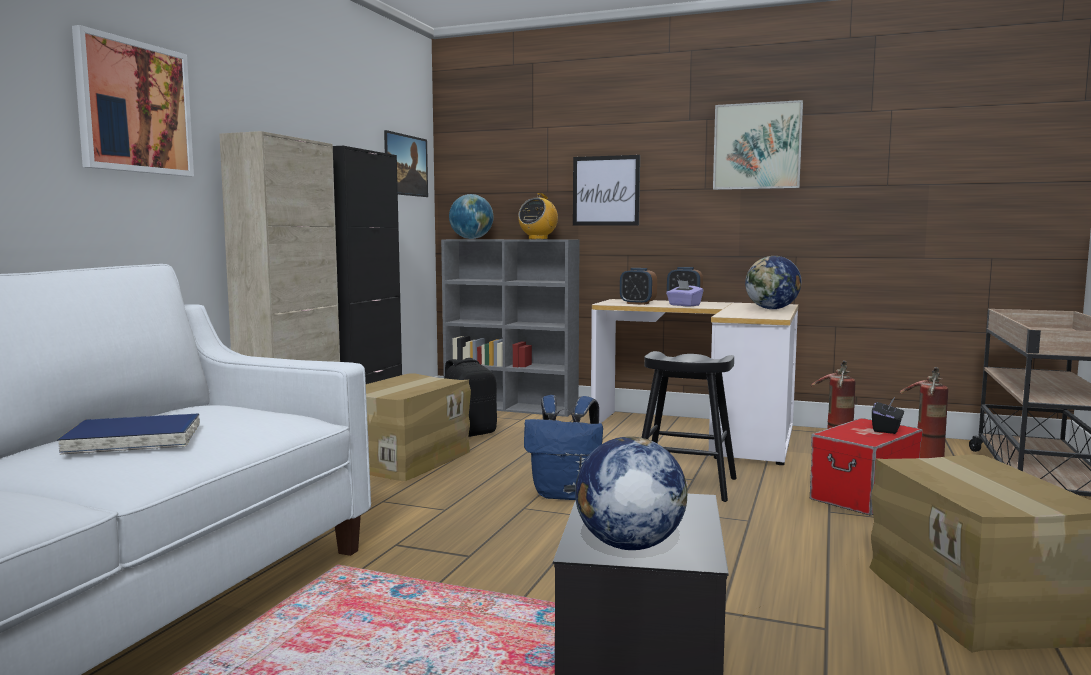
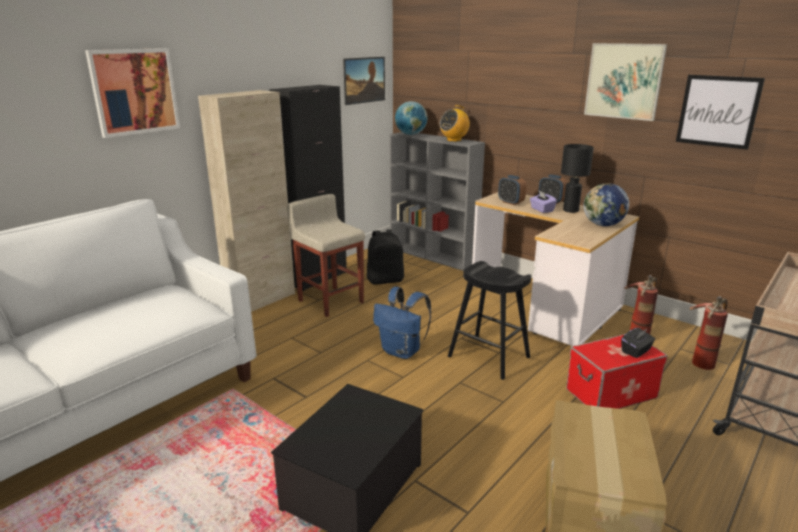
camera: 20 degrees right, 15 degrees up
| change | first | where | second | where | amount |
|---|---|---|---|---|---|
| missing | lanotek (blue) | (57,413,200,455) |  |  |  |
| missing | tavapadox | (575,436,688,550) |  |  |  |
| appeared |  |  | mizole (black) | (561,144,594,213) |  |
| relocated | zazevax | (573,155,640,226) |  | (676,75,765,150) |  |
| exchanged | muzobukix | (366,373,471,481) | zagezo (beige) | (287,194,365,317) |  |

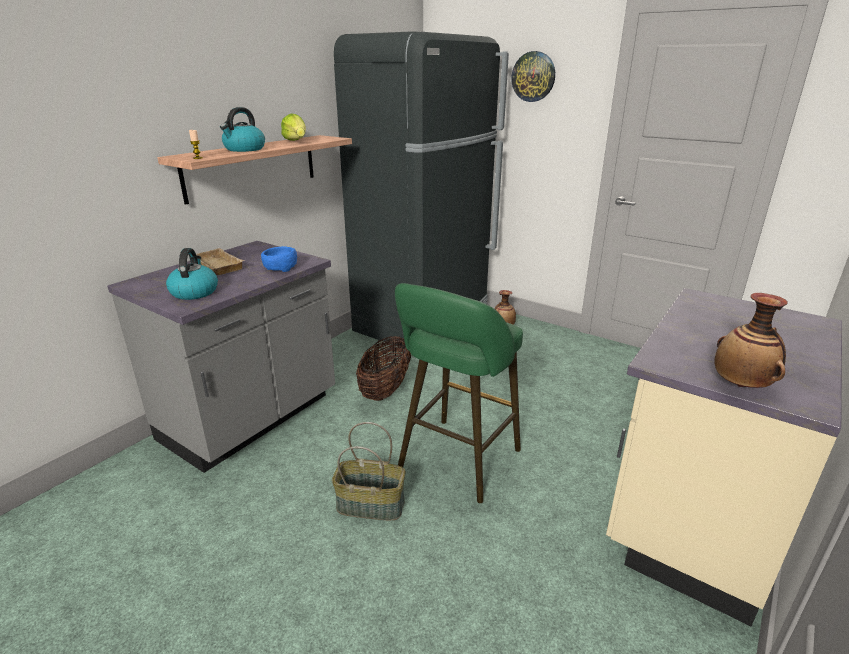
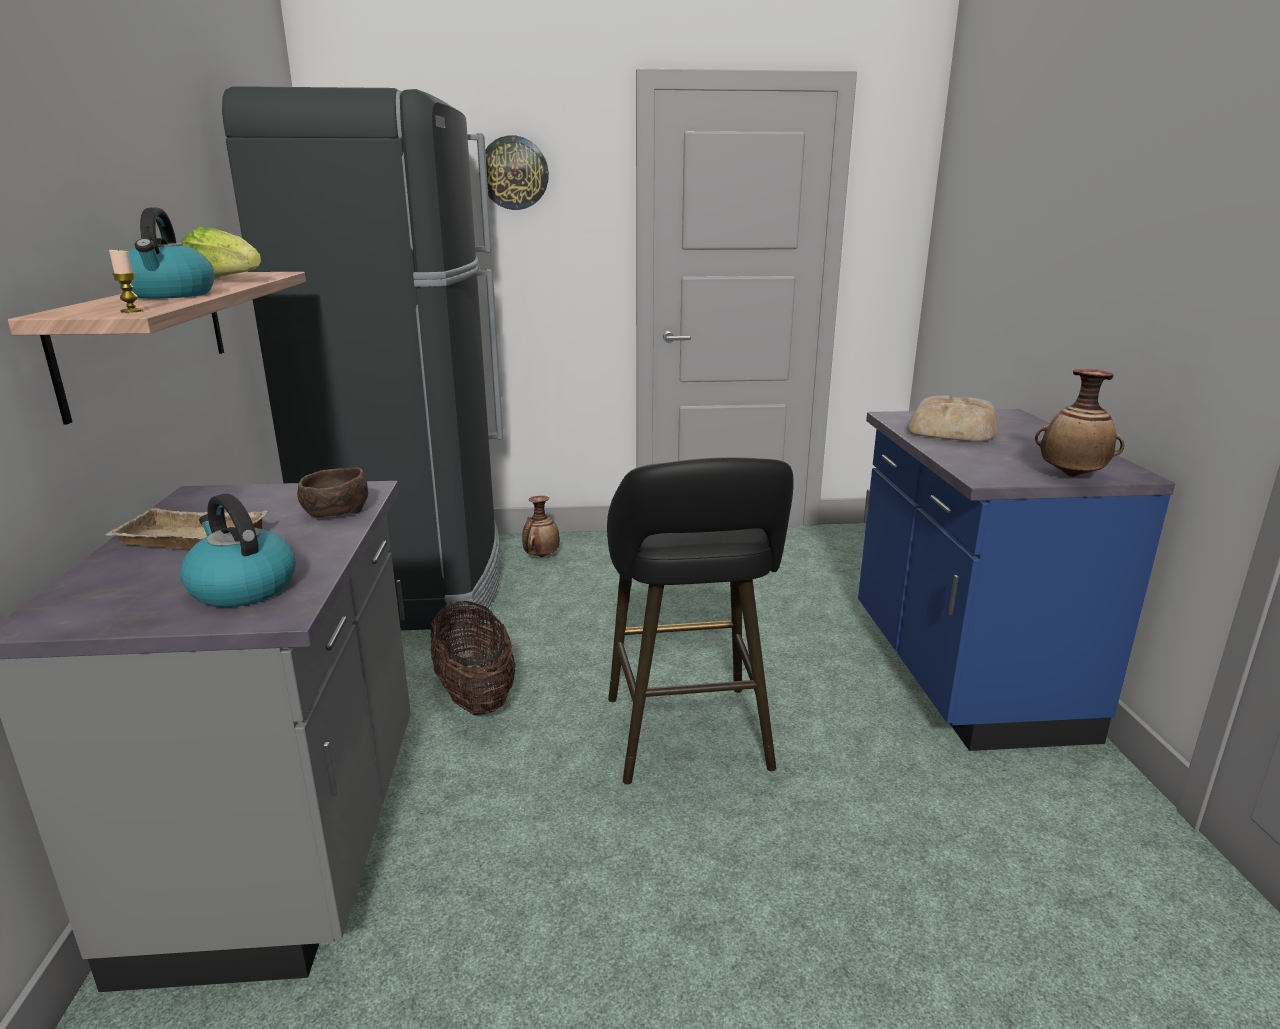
camera: 40 degrees left, 5 degrees down
| change | first | where | second | where | amount |
|---|---|---|---|---|---|
| missing | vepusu | (332,422,405,520) |  |  |  |
| appeared |  |  | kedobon | (907,396,998,442) |  |
| colour | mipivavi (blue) | (261,246,297,272) | mipivavi (brown) | (297,467,368,519) |  |
| colour | zagezo (green) | (395,283,523,503) | zagezo (black) | (607,457,794,784) |  |
| colour | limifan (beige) | (606,288,842,626) | limifan (blue) | (858,409,1175,751) |  |

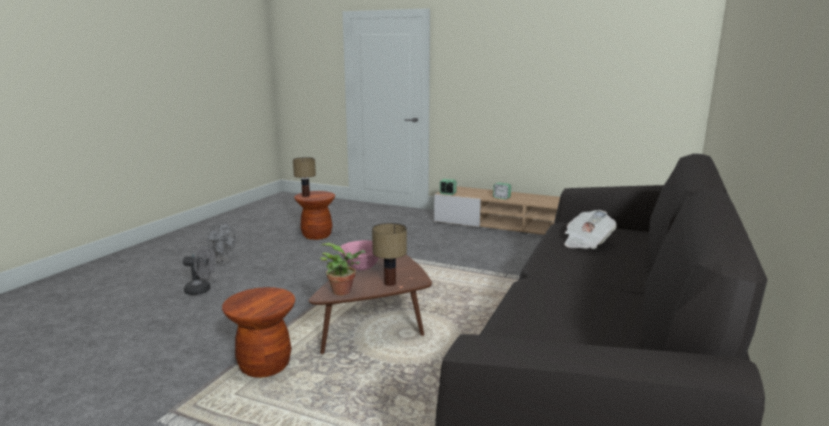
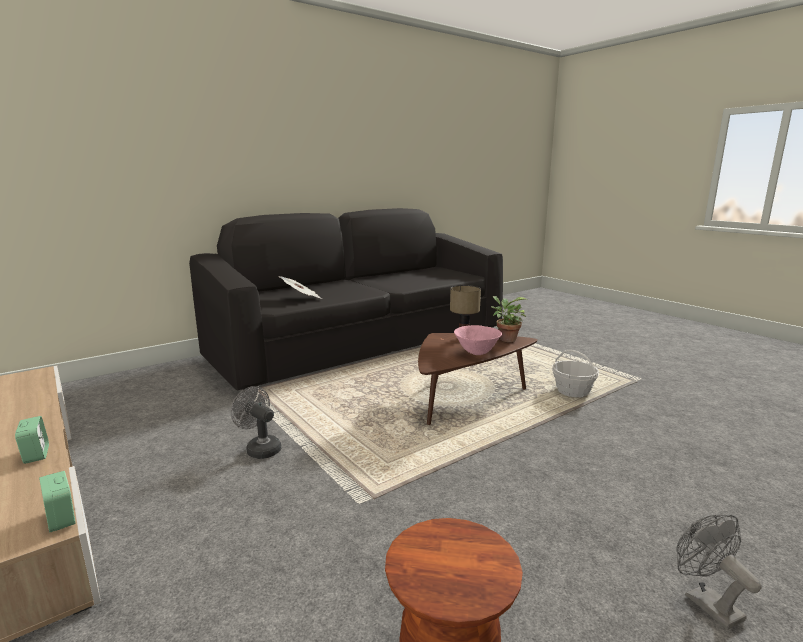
camera: 150 degrees left, 0 degrees up
| change | first | where | second | where | amount |
|---|---|---|---|---|---|
| missing | mizole | (293,157,316,197) |  |  |  |
| relocated | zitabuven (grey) | (183,246,216,295) |  | (231,386,281,459) |  |
| exchanged | zagezo (brown) | (222,287,295,378) | vepusu | (552,350,599,397) |  |

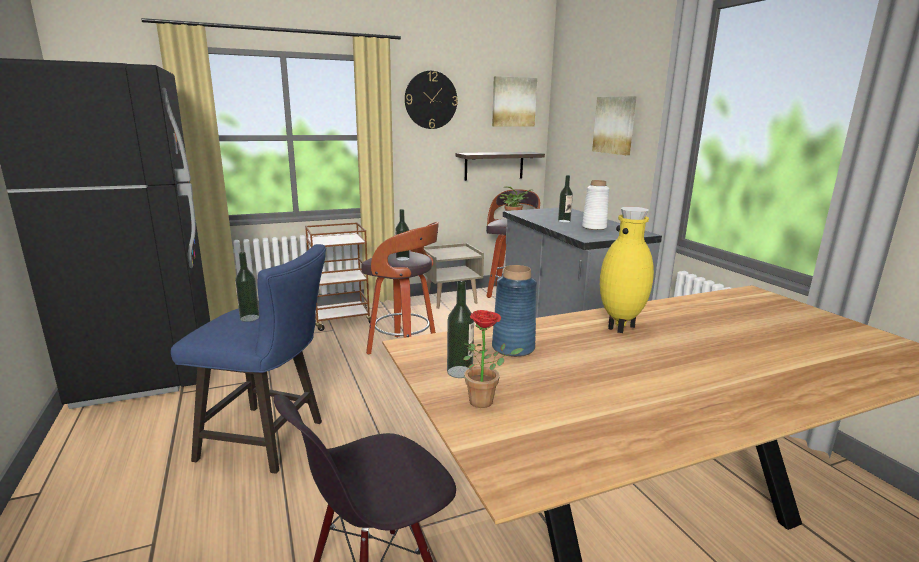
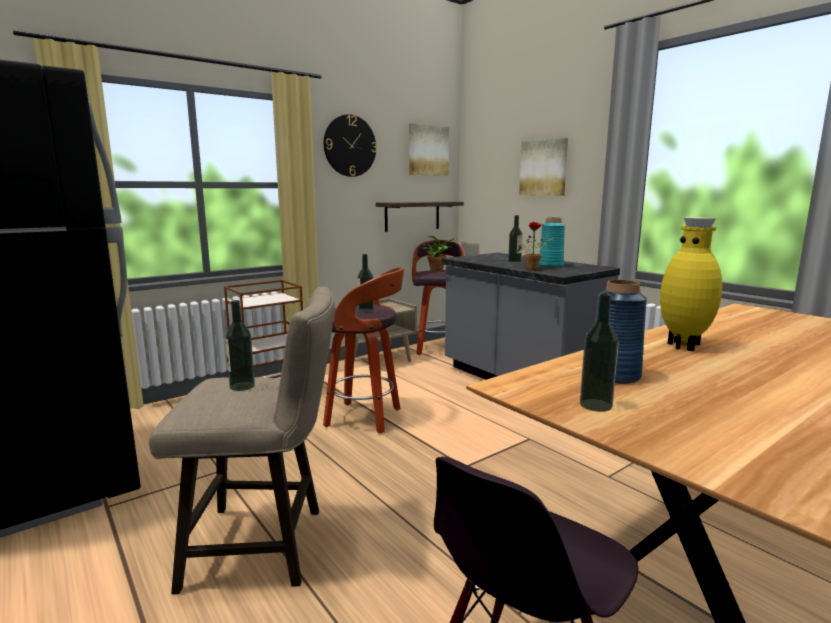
camera: 15 degrees left, 5 degrees down
| change | first | where | second | where | amount |
|---|---|---|---|---|---|
| relocated | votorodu | (463,310,524,408) |  | (520,222,553,270) |  |
| colour | zagezo (blue) | (171,244,326,474) | zagezo (beige) | (149,287,334,595) |  |
| colour | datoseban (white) | (582,180,609,230) | datoseban (turquoise) | (539,217,565,267) |  |

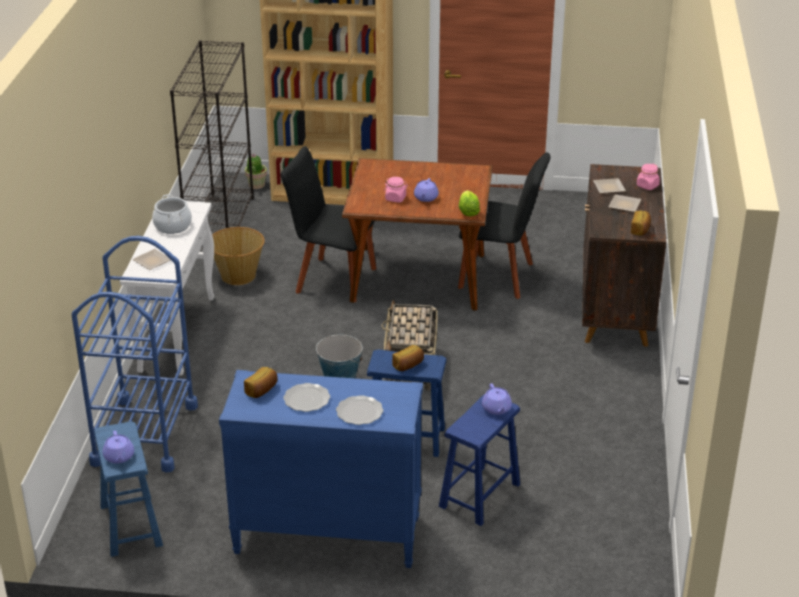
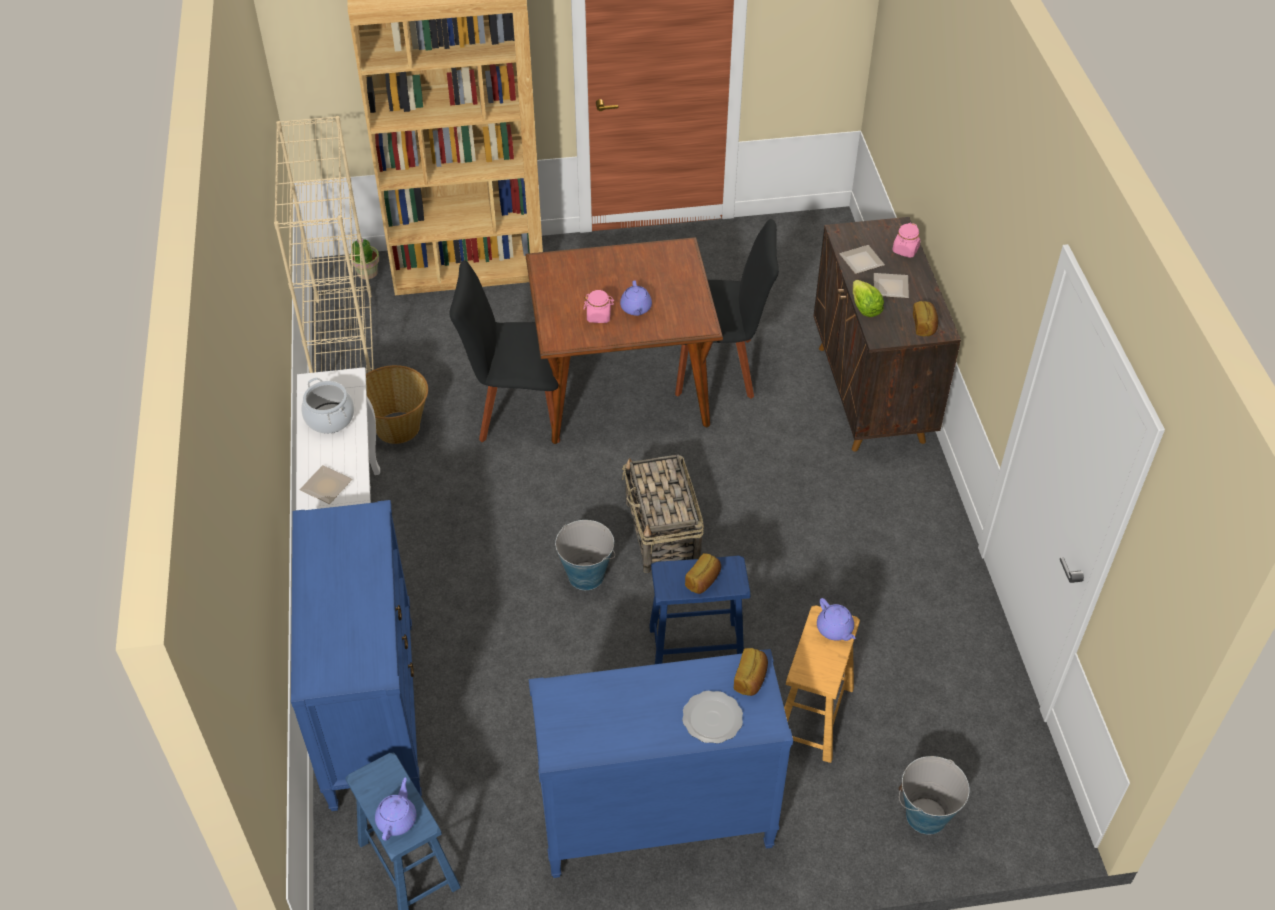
camera: 15 degrees left, 15 degrees up
| change | first | where | second | where | amount |
|---|---|---|---|---|---|
| missing | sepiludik | (283,383,330,412) |  |  |  |
| appeared |  |  | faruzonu | (899,756,970,835) |  |
| relocated | kedobon | (244,367,278,398) |  | (734,648,768,696) |  |
| relocated | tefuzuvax | (459,190,480,216) |  | (853,280,884,317) |  |
| exchanged | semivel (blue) | (72,236,198,473) | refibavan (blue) | (291,500,422,811) |  |
| colour | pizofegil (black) | (170,40,254,249) | pizofegil (beige) | (274,116,374,375) |  |
| colour | zagezo (blue) | (439,394,520,526) | zagezo (brown) | (784,605,860,763) |  |
| spun | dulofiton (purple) | (103,430,134,464) |  | (375,777,416,841) | 135 degrees counterclockwise |

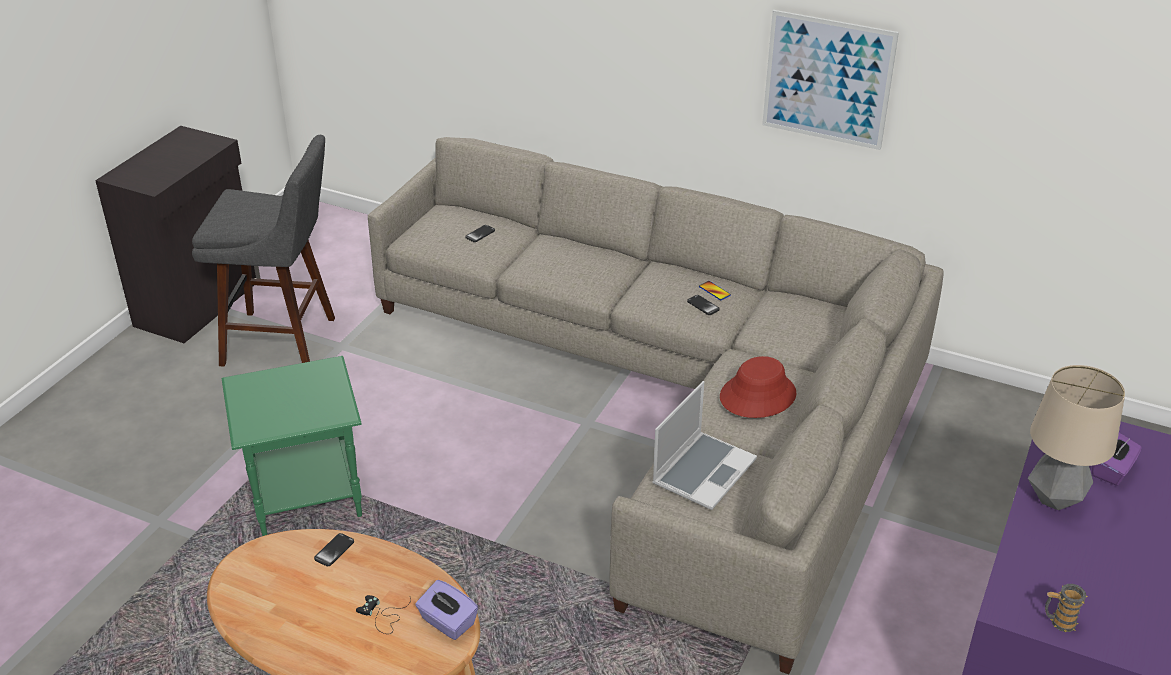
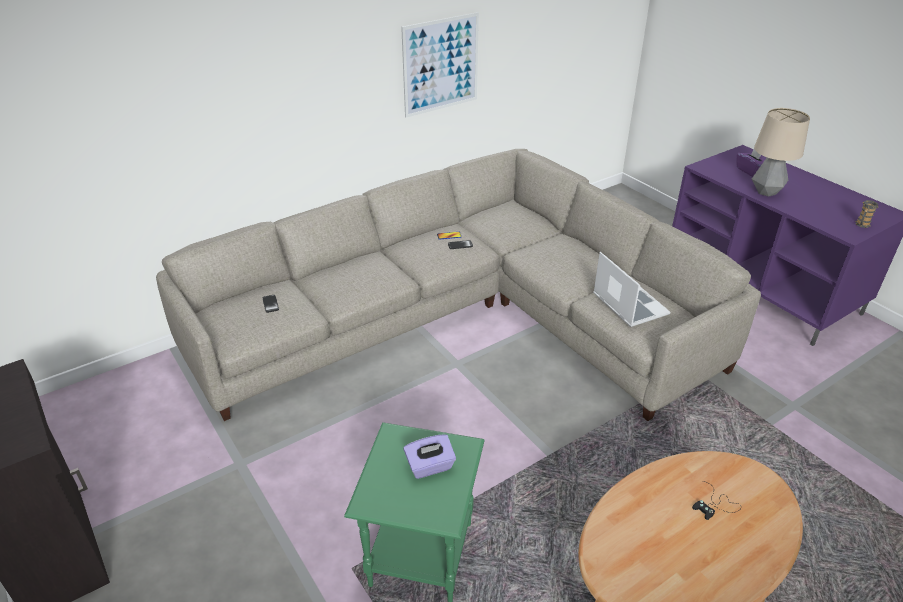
camera: 60 degrees left, 0 degrees up
| change | first | where | second | where | amount |
|---|---|---|---|---|---|
| missing | zagezo (grey) | (192,135,335,367) |  |  |  |
| missing | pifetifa | (314,533,354,566) |  |  |  |
| missing | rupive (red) | (720,356,797,418) |  |  |  |
| relocated | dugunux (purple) | (415,580,478,640) |  | (403,435,456,479) |  |

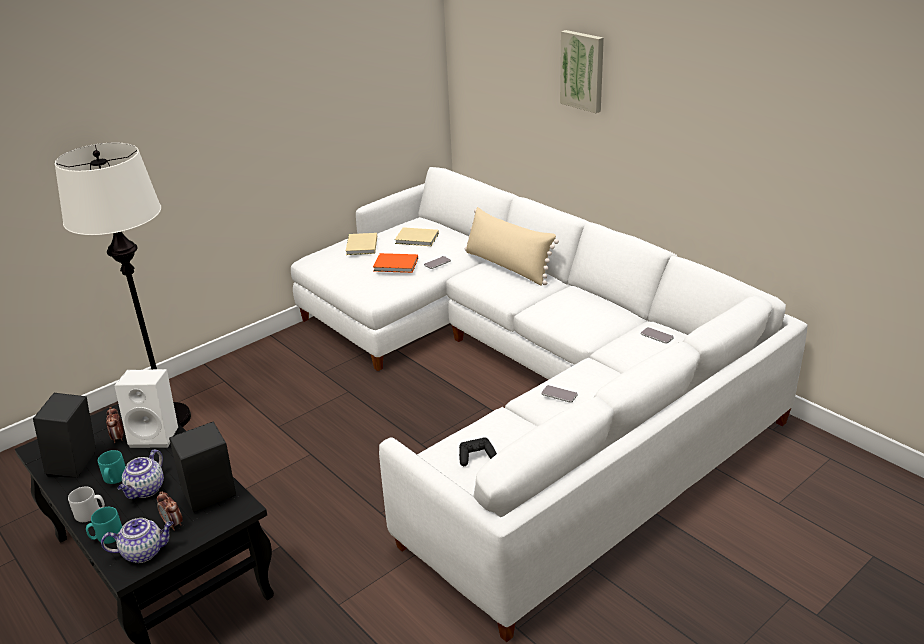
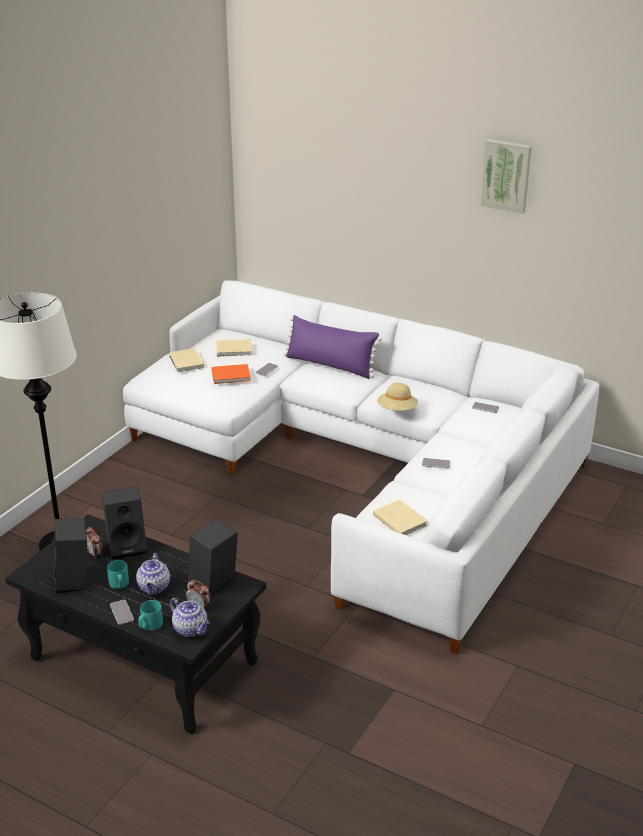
camera: 20 degrees left, 0 degrees up
| change | first | where | second | where | amount |
|---|---|---|---|---|---|
| appeared |  |  | rupive (beige) | (377,383,418,411) |  |
| relocated | zazevax | (560,30,604,113) |  | (481,139,532,214) |  |
| exchanged | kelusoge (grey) | (68,486,105,522) | pifetifa | (110,600,134,625) |  |
| exchanged | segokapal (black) | (459,437,497,466) | lanotek (beige) | (373,500,428,535) |  |
| colour | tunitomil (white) | (114,369,178,448) | tunitomil (black) | (102,486,147,560) |  |
| colour | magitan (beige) | (465,207,559,286) | magitan (purple) | (284,315,382,379) |  |
| spun | dulofiton | (101,518,173,563) |  | (169,598,210,637) | 75 degrees clockwise |

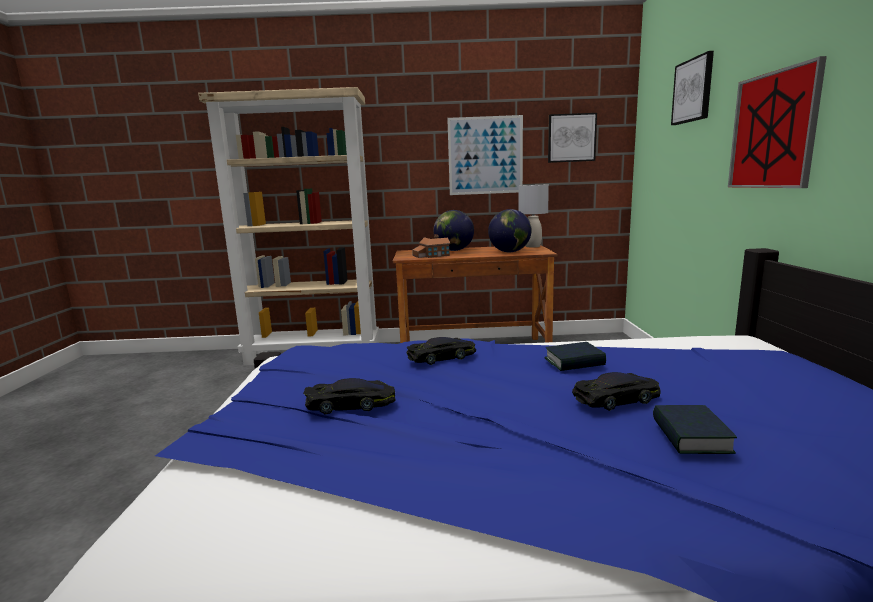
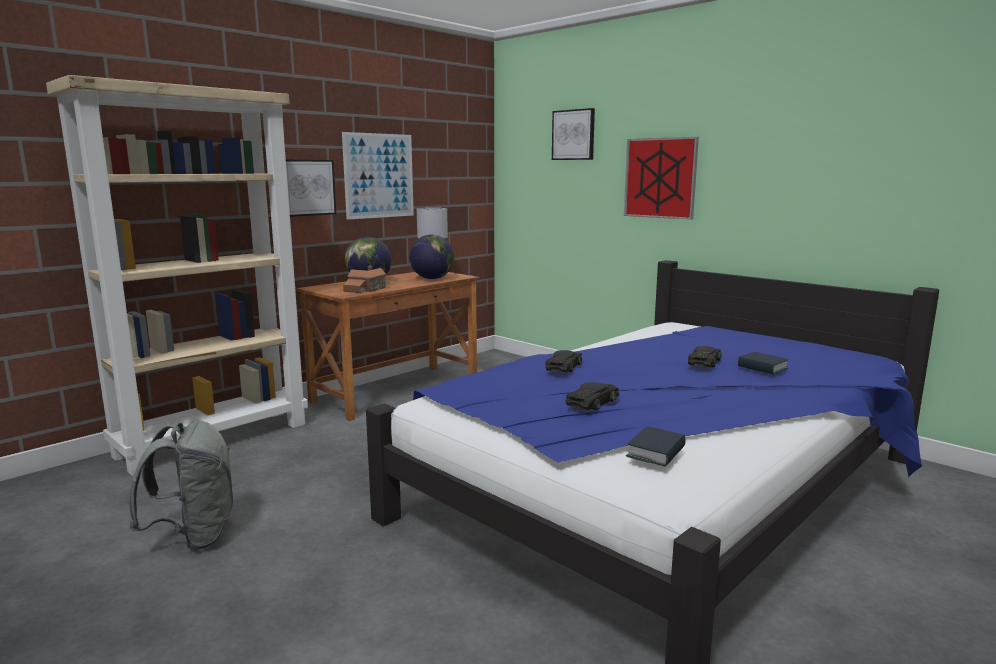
camera: 45 degrees left, 0 degrees up
| change | first | where | second | where | amount |
|---|---|---|---|---|---|
| appeared |  |  | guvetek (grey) | (129,420,233,551) |  |
| relocated | lanotek | (544,342,606,371) |  | (626,426,686,467) |  |
| relocated | zazevax | (548,113,597,163) |  | (286,160,336,217) |  |

